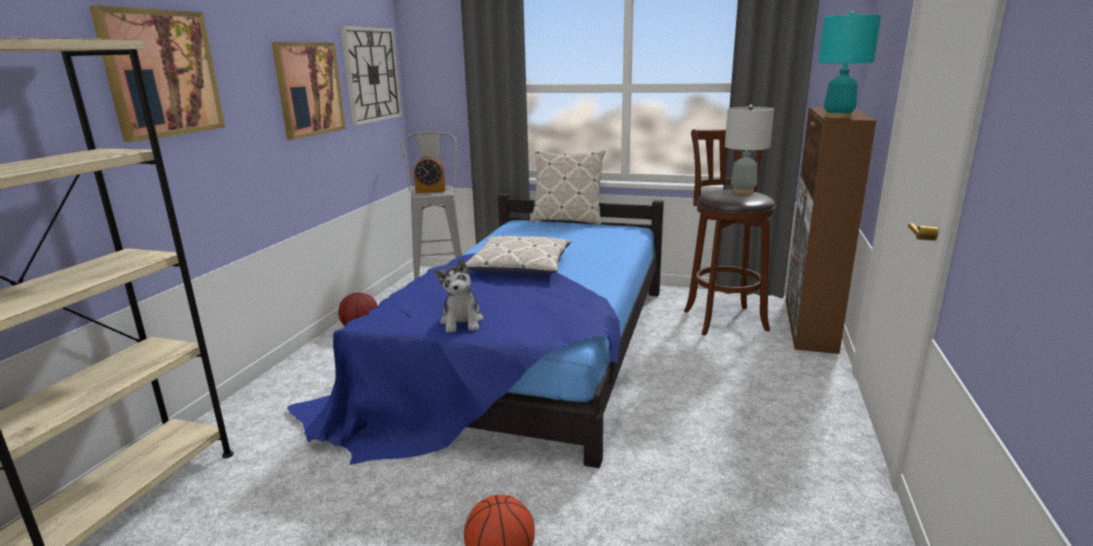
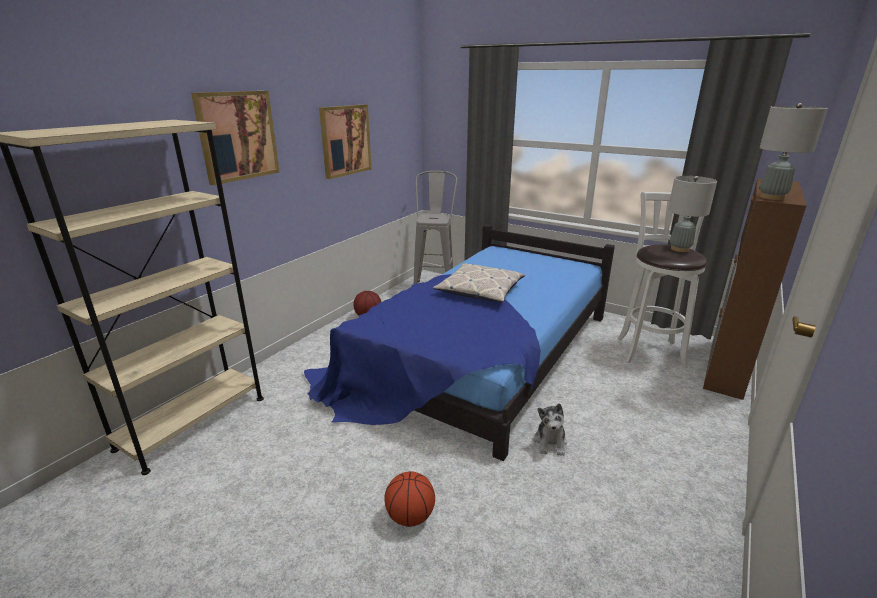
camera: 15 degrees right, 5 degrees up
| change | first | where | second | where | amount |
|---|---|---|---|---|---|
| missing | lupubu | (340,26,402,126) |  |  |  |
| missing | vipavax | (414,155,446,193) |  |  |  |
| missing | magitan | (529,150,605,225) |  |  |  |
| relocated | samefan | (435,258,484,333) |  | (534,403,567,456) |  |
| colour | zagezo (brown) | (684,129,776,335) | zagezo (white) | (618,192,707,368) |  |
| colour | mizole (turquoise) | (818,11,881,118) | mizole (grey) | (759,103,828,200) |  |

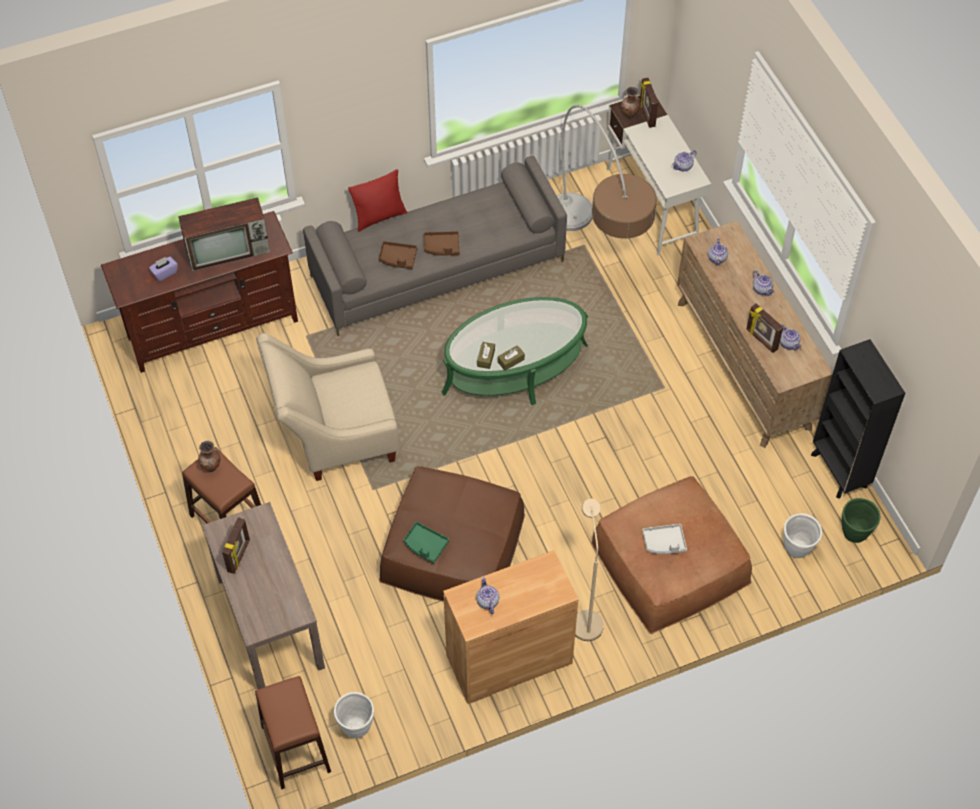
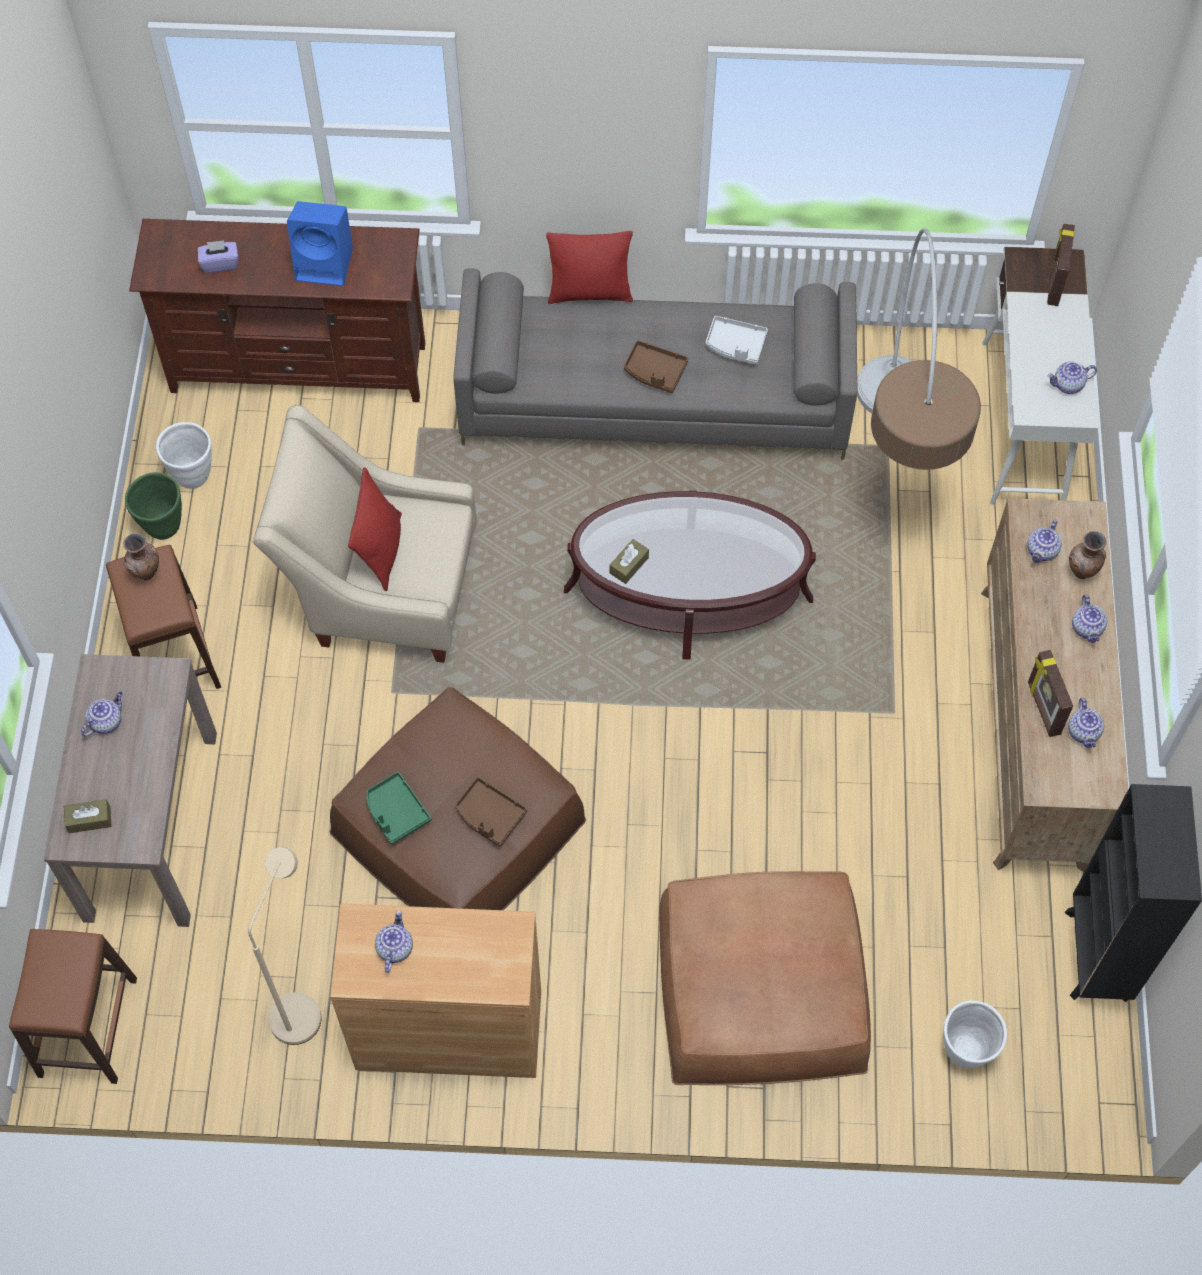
camera: 25 degrees right, 5 degrees up
| change | first | where | second | where | amount |
|---|---|---|---|---|---|
| appeared |  |  | magitan (red) | (348,467,402,591) |  |
| relocated | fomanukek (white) | (334,692,374,738) |  | (156,422,212,489) |  |
| relocated | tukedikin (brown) | (379,241,418,269) |  | (455,777,527,847) |  |
| relocated | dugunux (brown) | (498,345,525,371) |  | (64,799,112,833) |  |
| relocated | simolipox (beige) | (575,499,604,641) |  | (248,847,321,1045) |  |
| relocated | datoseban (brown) | (621,87,640,119) |  | (1069,531,1106,579) |  |
| relocated | tukedikin (grey) | (642,524,687,554) |  | (706,316,768,365) |  |
| relocated | fomanukek (green) | (842,498,880,543) |  | (125,472,182,540) |  |
| exchanged | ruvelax | (178,197,270,271) | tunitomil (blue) | (287,201,353,286) |  |
| exchanged | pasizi | (222,517,250,574) | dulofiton | (81,691,123,737) |  |
| colour | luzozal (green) | (442,297,588,405) | luzozal (brown) | (564,491,816,660) |  |

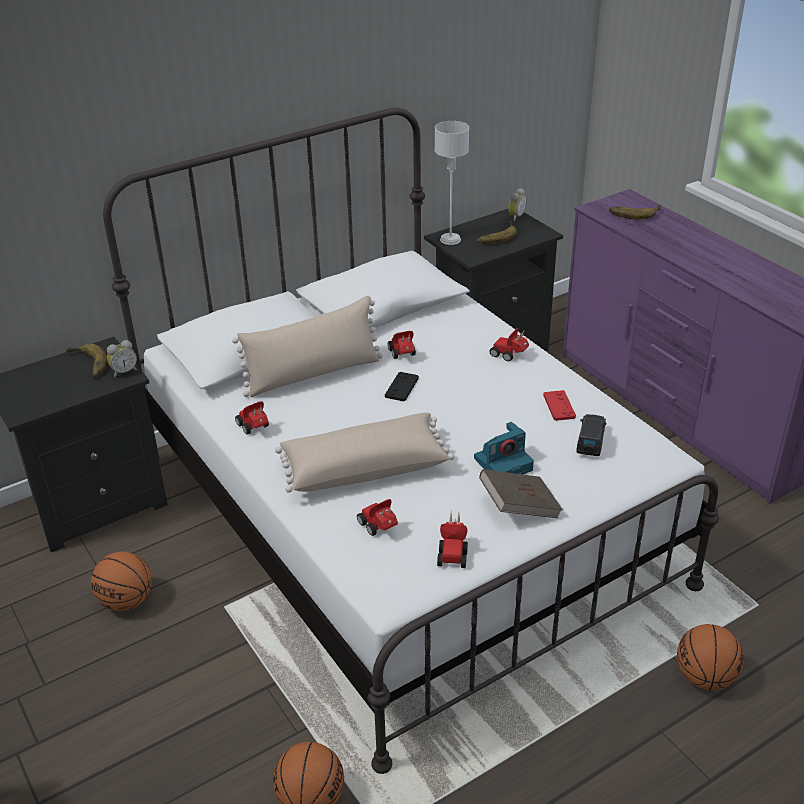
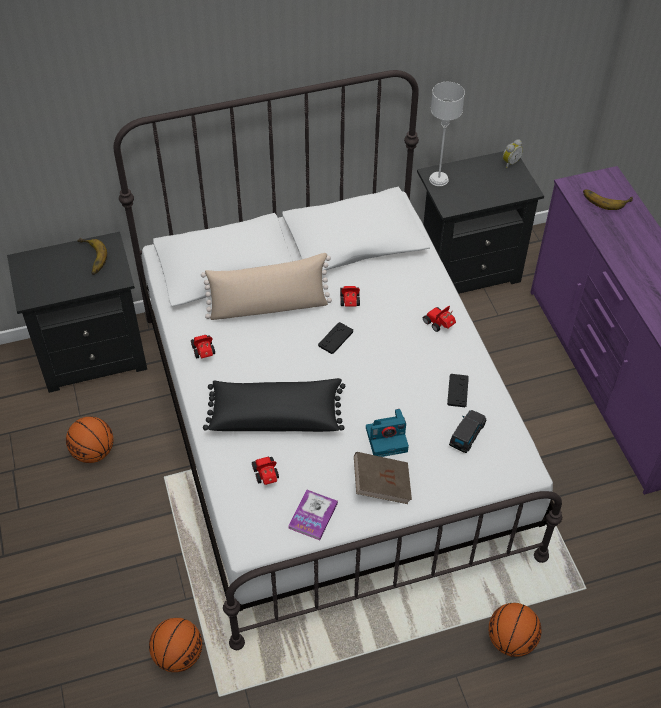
camera: 15 degrees right, 15 degrees up
| change | first | where | second | where | amount |
|---|---|---|---|---|---|
| missing | vipavax | (107,340,137,378) |  |  |  |
| missing | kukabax | (476,221,517,244) |  |  |  |
| exchanged | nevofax | (437,513,468,568) | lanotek | (288,490,338,540) |  |
| colour | magitan (beige) | (275,413,455,493) | magitan (black) | (203,378,346,432) |  |
| colour | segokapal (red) | (543,390,576,421) | segokapal (black) | (447,374,469,407) |  |

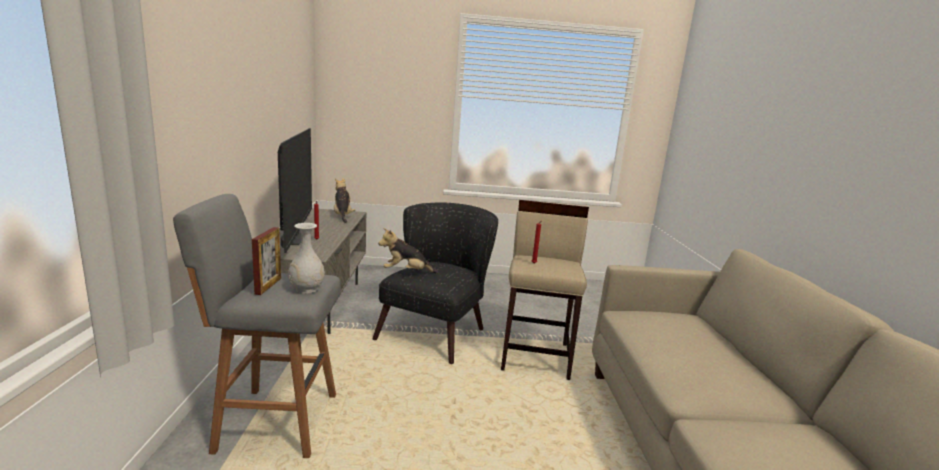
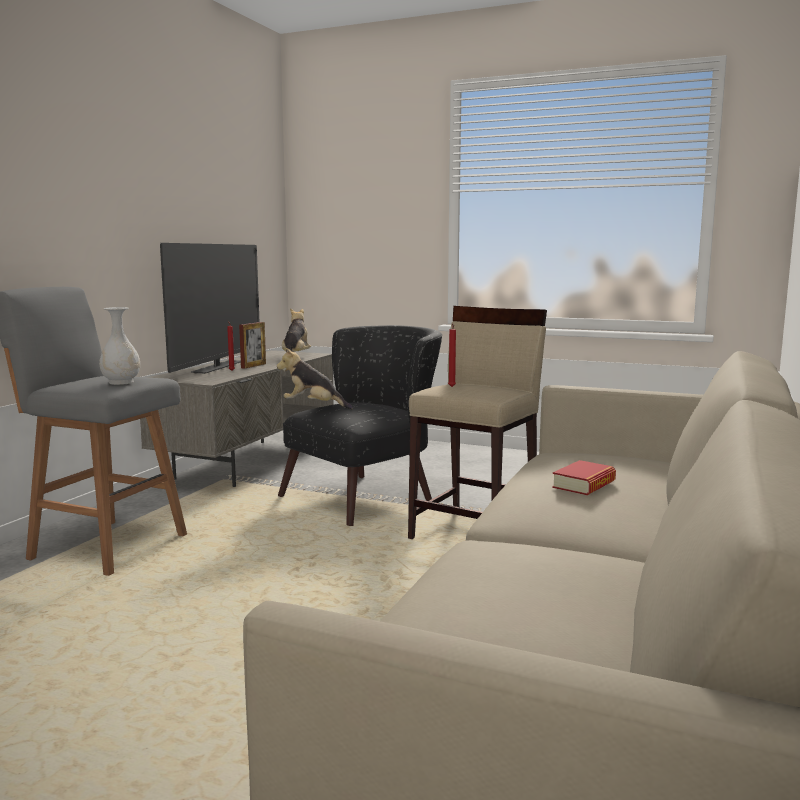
camera: 25 degrees right, 5 degrees down
| change | first | where | second | where | amount |
|---|---|---|---|---|---|
| appeared |  |  | lanotek | (552,460,616,495) |  |
| relocated | pasizi | (252,227,281,295) |  | (239,322,266,369) |  |

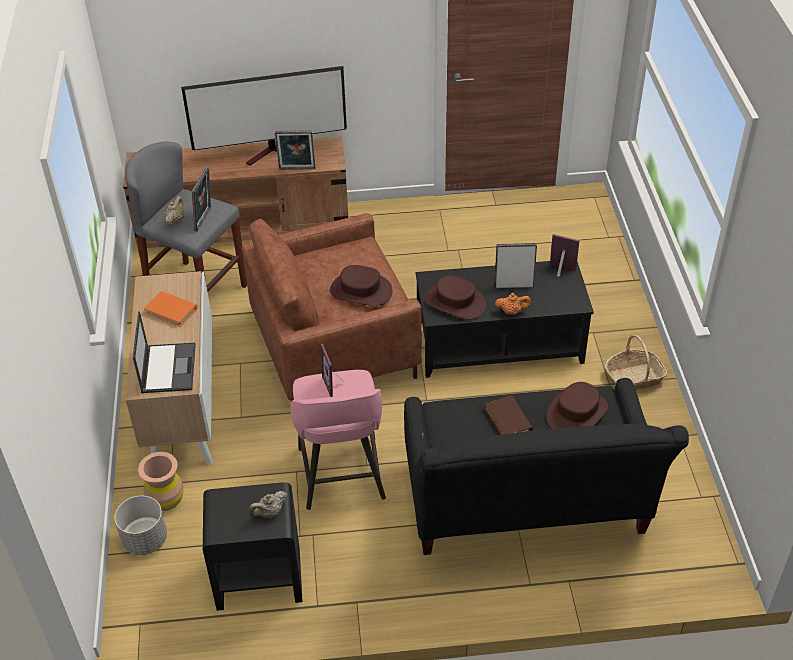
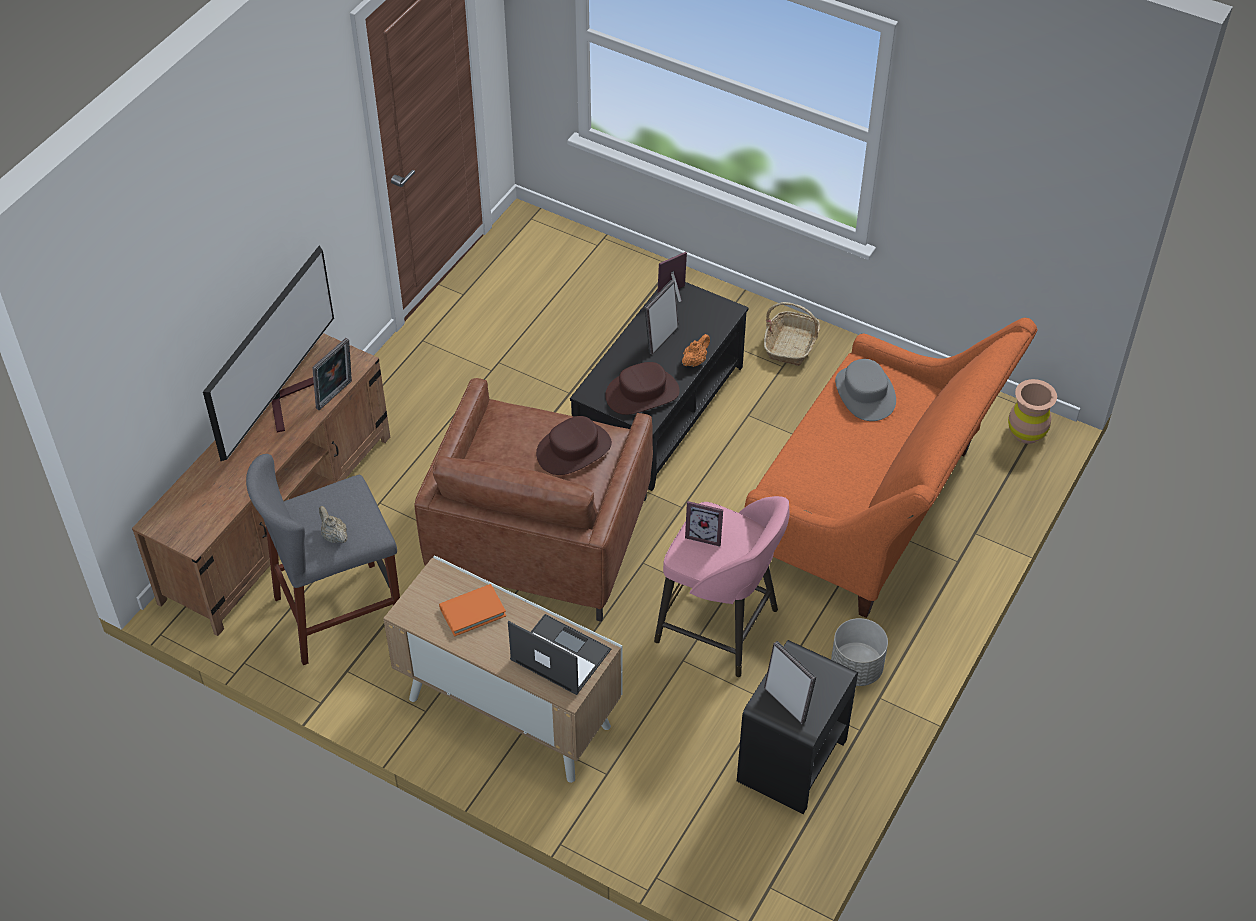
camera: 55 degrees left, 5 degrees up
| change | first | where | second | where | amount |
|---|---|---|---|---|---|
| missing | dulofiton (beige) | (249,491,287,518) |  |  |  |
| missing | lanotek (brown) | (484,395,533,435) |  |  |  |
| relocated | fomanukek (grey) | (114,496,167,555) |  | (831,618,888,686) |  |
| relocated | datoseban (brown) | (138,452,184,511) |  | (1008,379,1057,444) |  |
| relocated | pasizi | (192,167,211,232) |  | (764,641,816,724) |  |
| colour | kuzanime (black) | (404,378,689,555) | kuzanime (orange) | (745,318,1037,618) |  |
| colour | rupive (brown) | (547,382,608,429) | rupive (grey) | (835,359,896,421) |  |

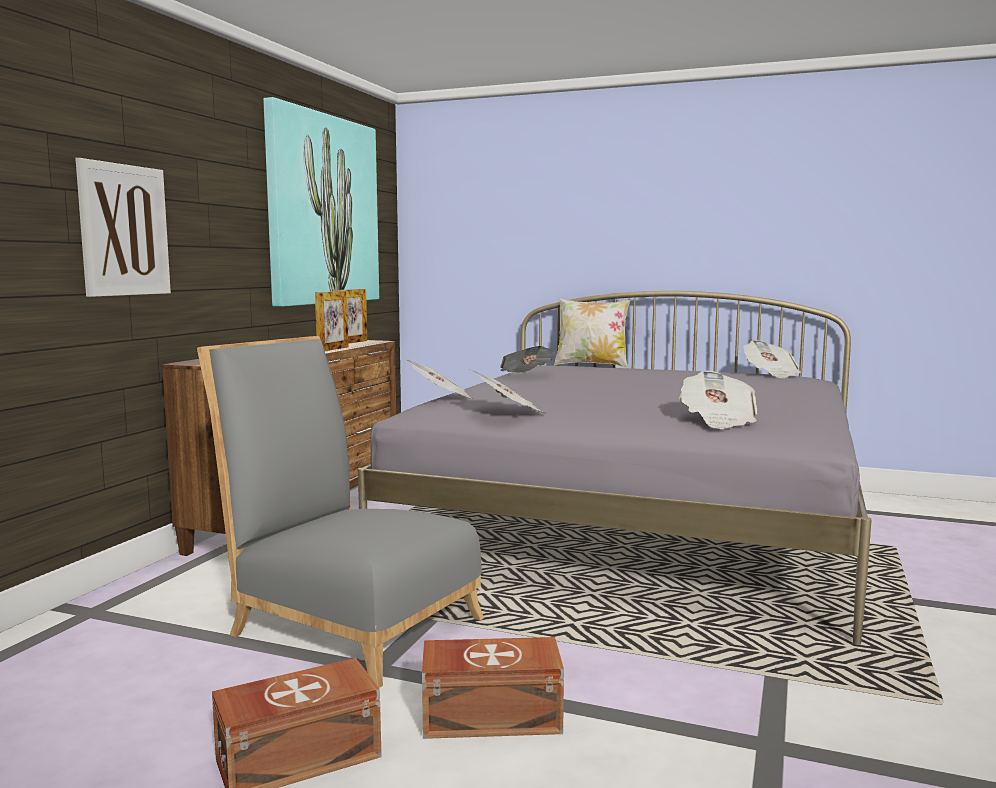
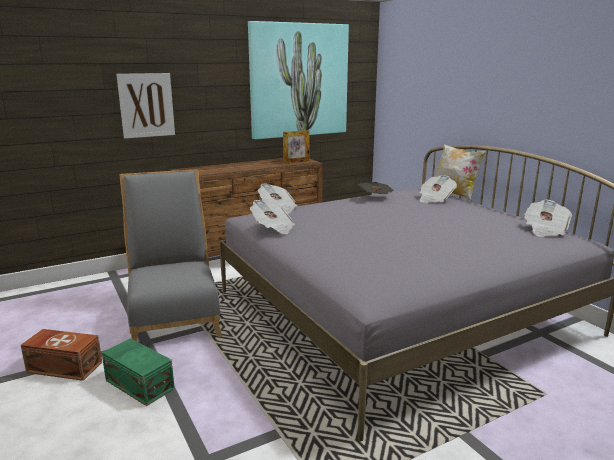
camera: 40 degrees right, 10 degrees up
| change | first | where | second | where | amount |
|---|---|---|---|---|---|
| missing | pasizi | (315,291,349,351) |  |  |  |
| relocated | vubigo | (679,371,757,429) |  | (419,175,457,203) |  |
| colour | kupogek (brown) | (422,637,564,739) | kupogek (green) | (102,338,175,406) |  |

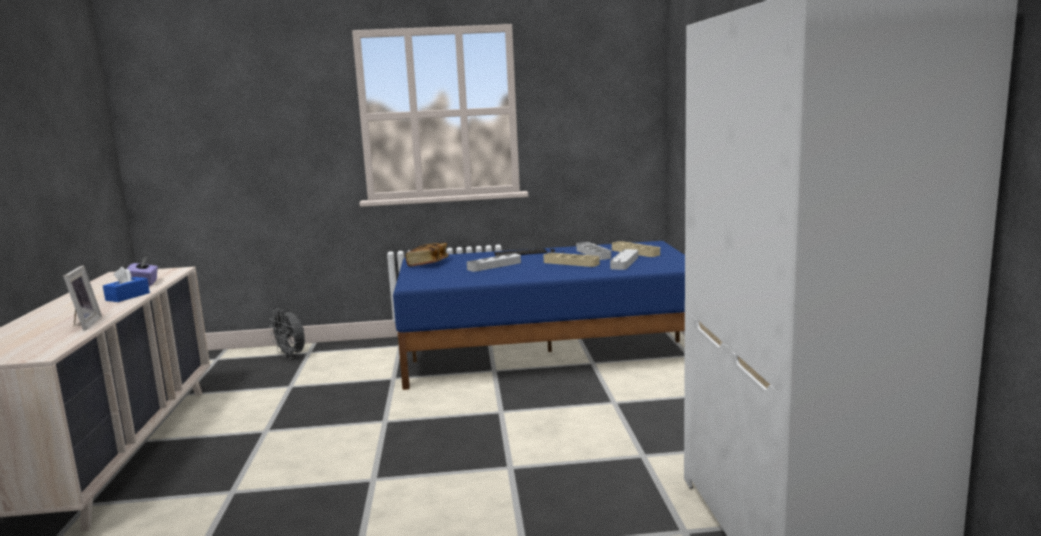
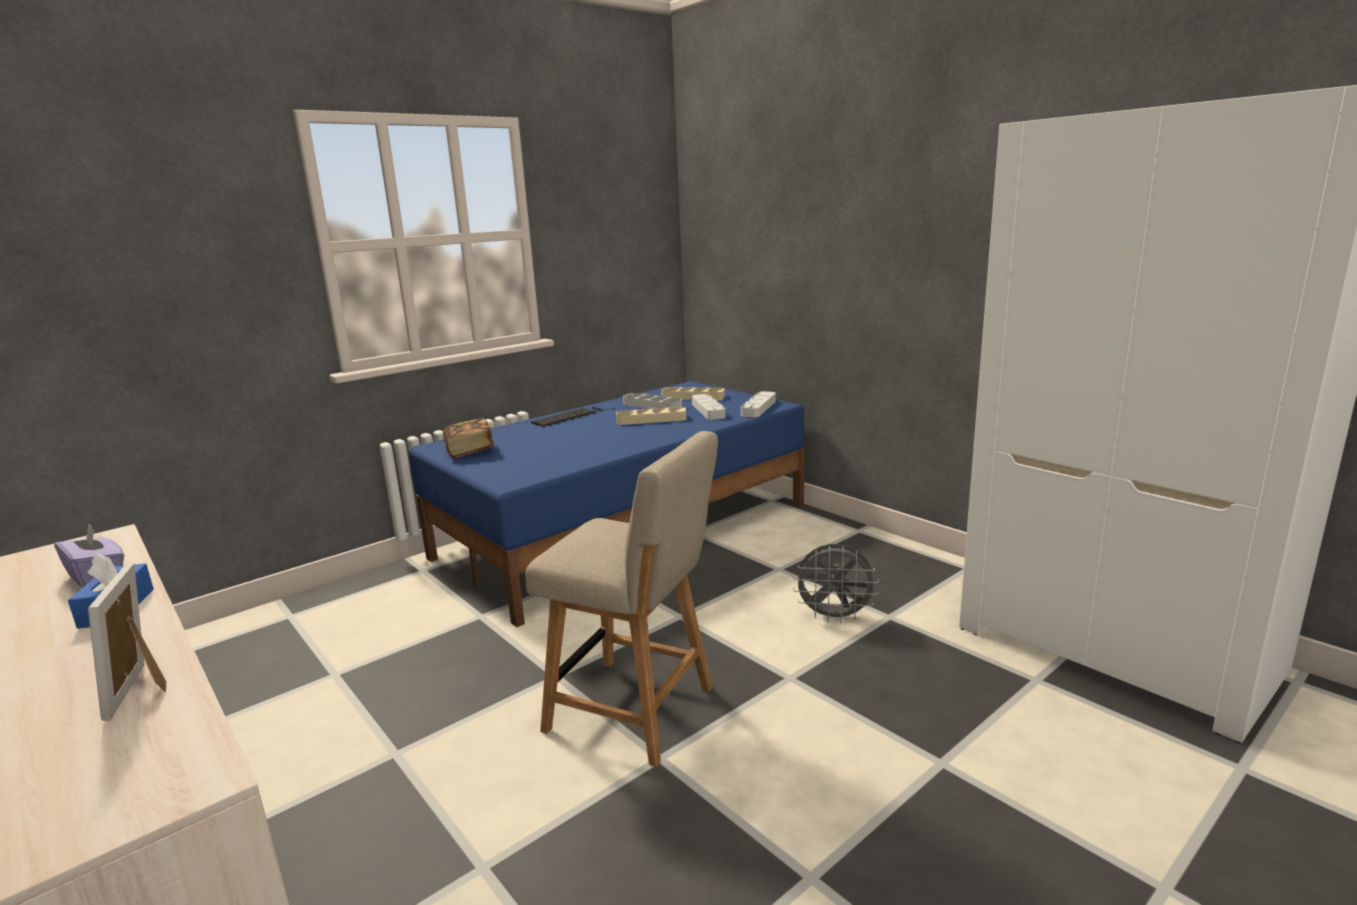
camera: 35 degrees left, 5 degrees up
| change | first | where | second | where | amount |
|---|---|---|---|---|---|
| appeared |  |  | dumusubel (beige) | (525,431,718,767) |  |
| relocated | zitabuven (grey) | (269,308,305,359) |  | (793,544,879,623) |  |
| relocated | tukedikin (grey) | (467,254,521,272) |  | (741,391,776,417) |  |
| spun | pasizi | (63,266,102,331) |  | (88,563,166,721) | 150 degrees counterclockwise |

